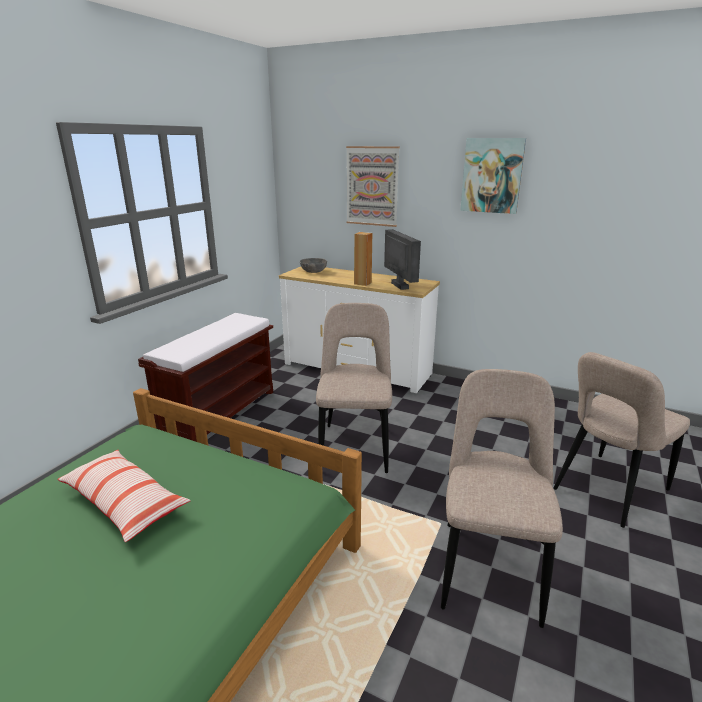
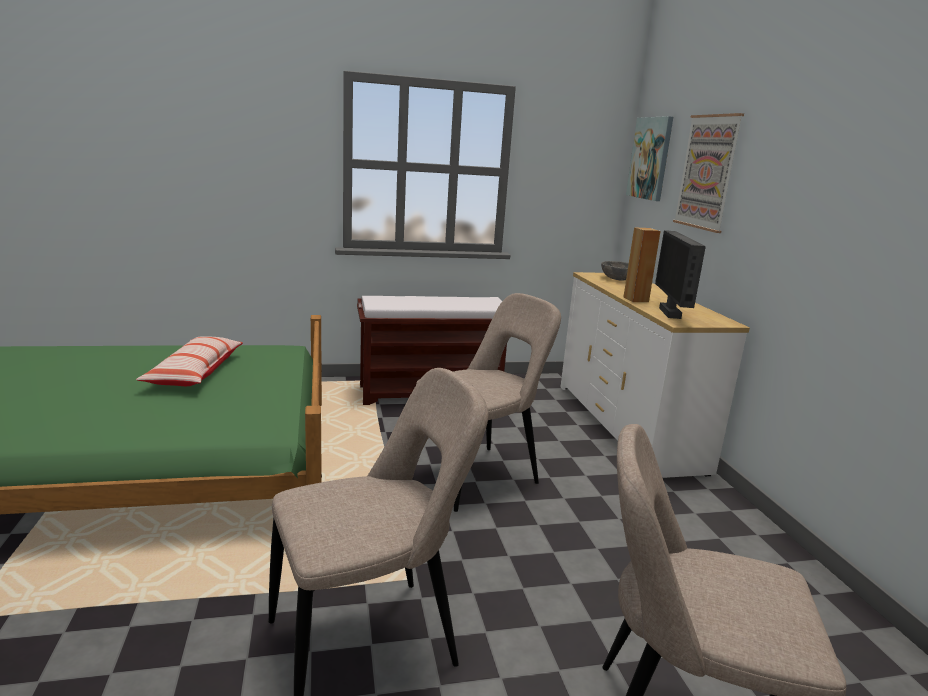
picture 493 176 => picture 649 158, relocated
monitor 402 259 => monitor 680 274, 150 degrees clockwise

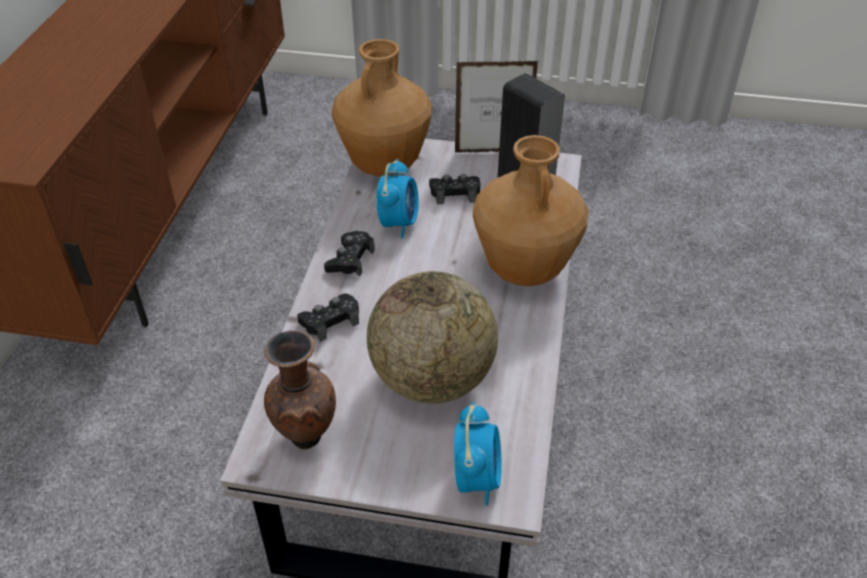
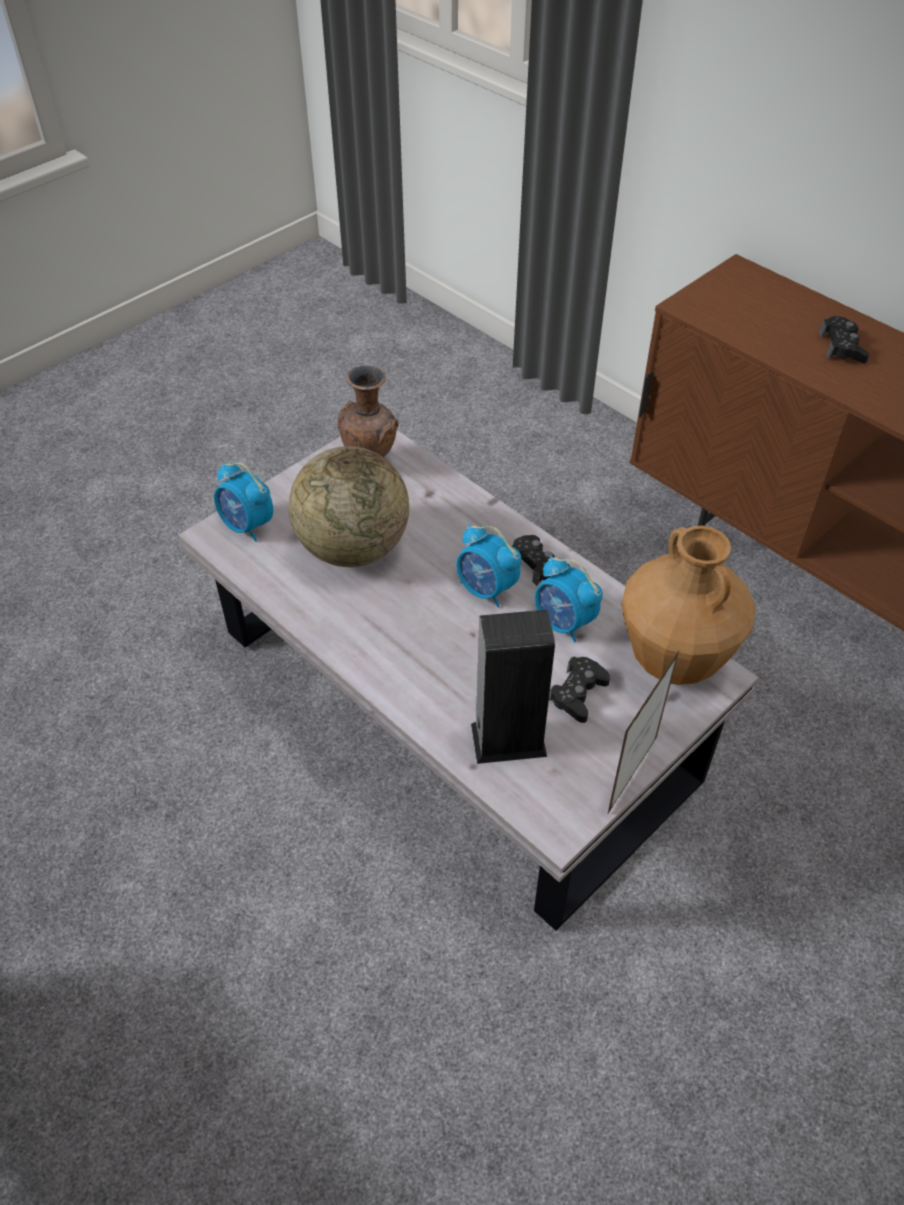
nothing => alarm clock 488 565
game controller (black) 328 317 => game controller (black) 844 339, relocated
vase (brown) 531 210 => nothing

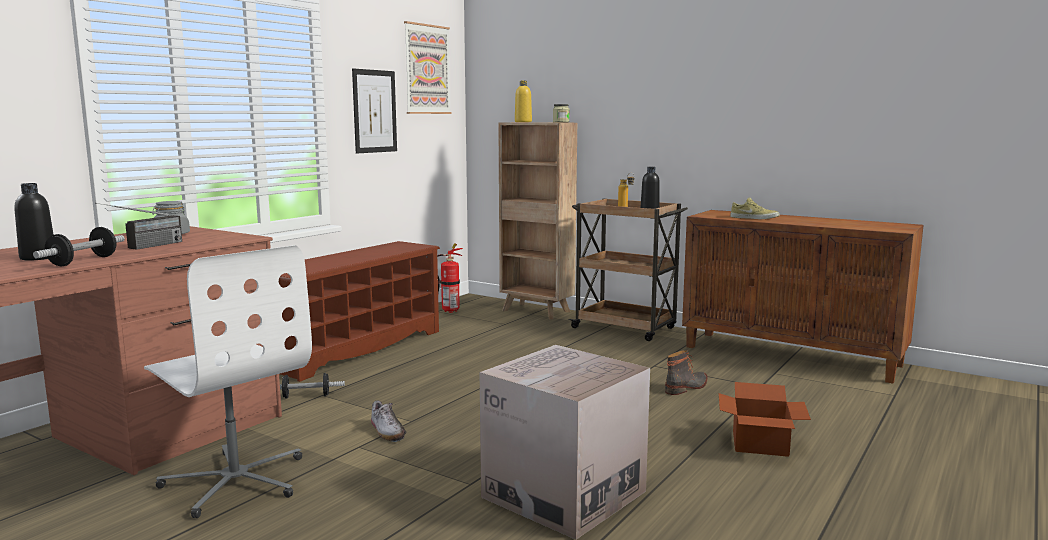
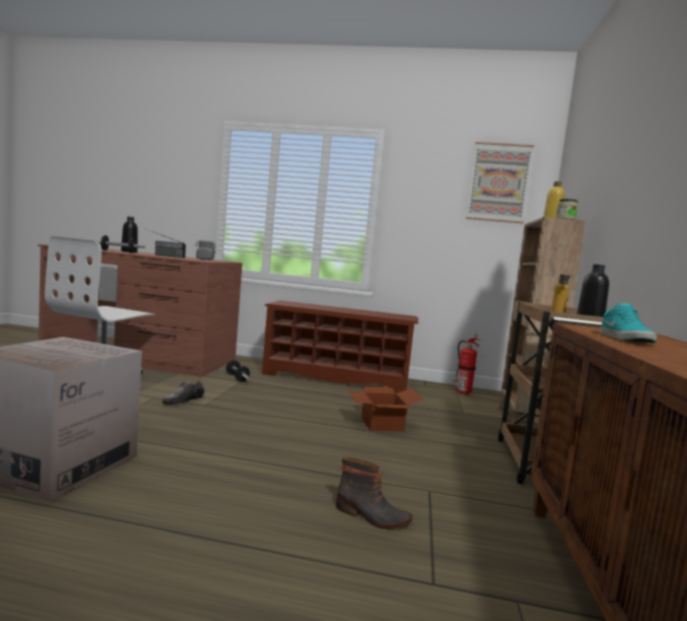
cardboard box 765 419 => cardboard box 385 409, relocated
shoe (beige) 755 208 => shoe (turquoise) 628 323
picture 374 111 => nothing

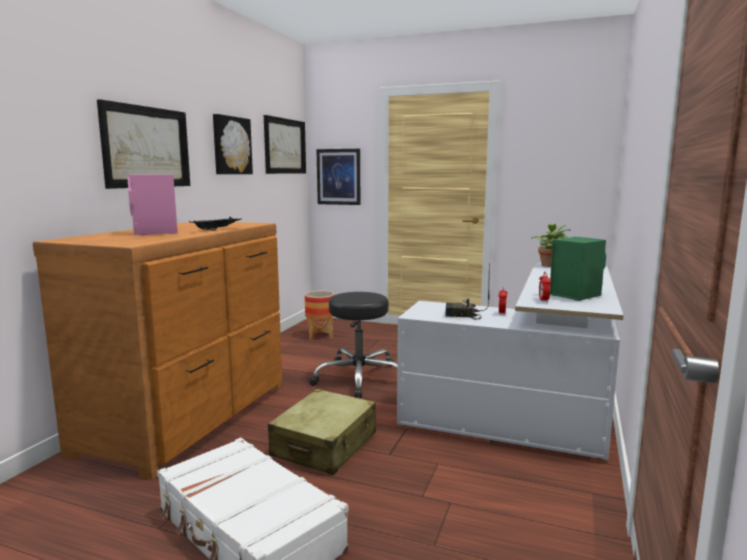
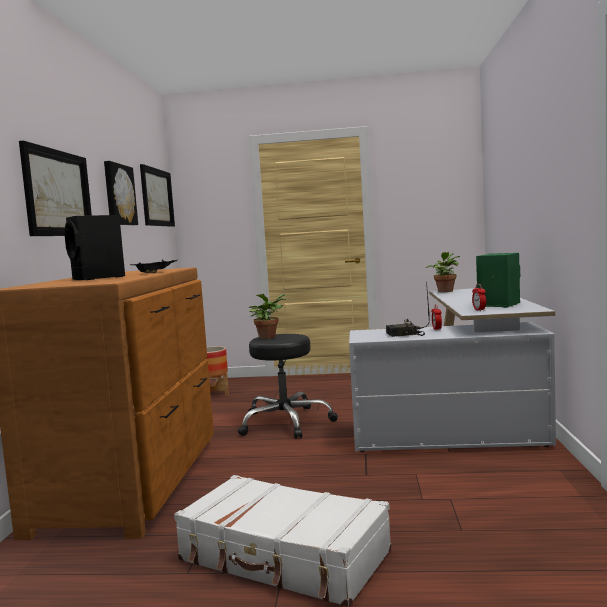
speaker (pink) 153 205 => speaker (black) 95 247
nothing => potted plant 267 316
suitcase (beige) 322 432 => nothing
picture 338 177 => nothing

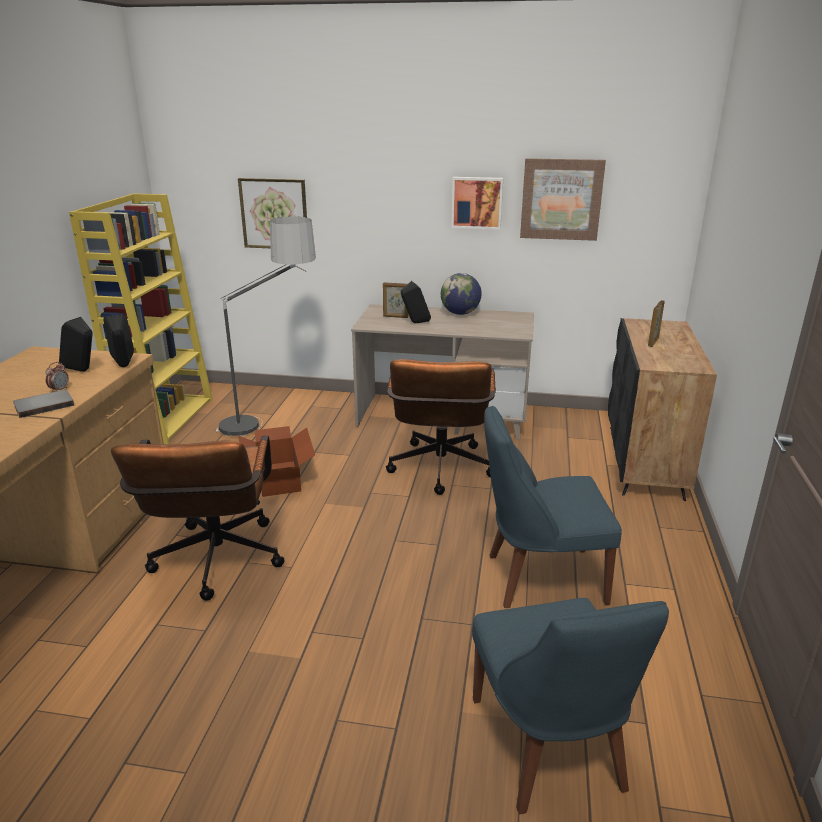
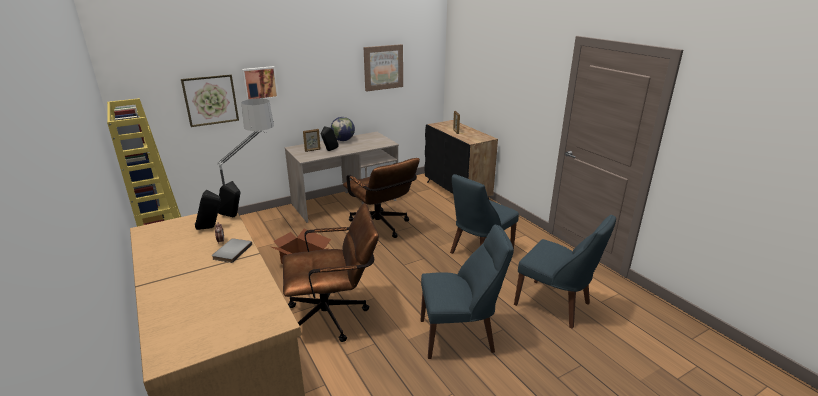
picture 477 203 => picture 260 83, relocated
office chair (brown) 198 518 => office chair (brown) 331 272, 60 degrees counterclockwise
nothing => chair (blue) 467 292

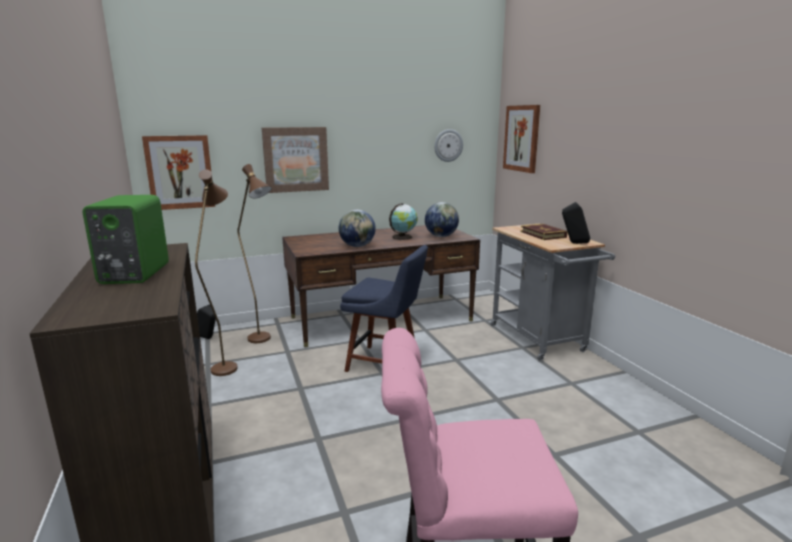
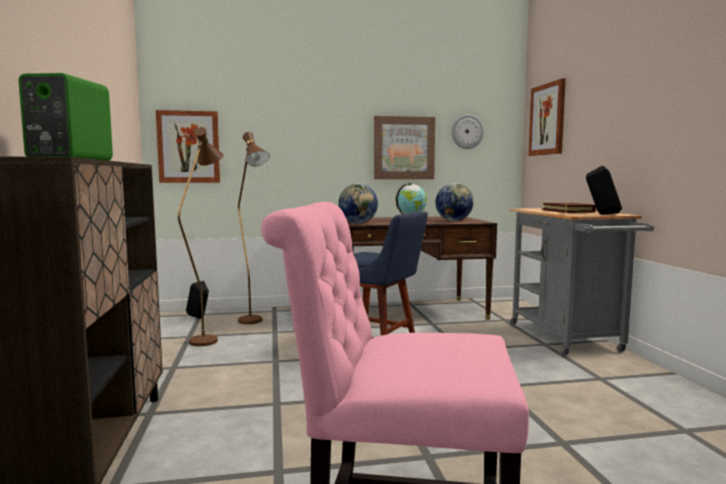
picture 295 160 => picture 404 147, relocated

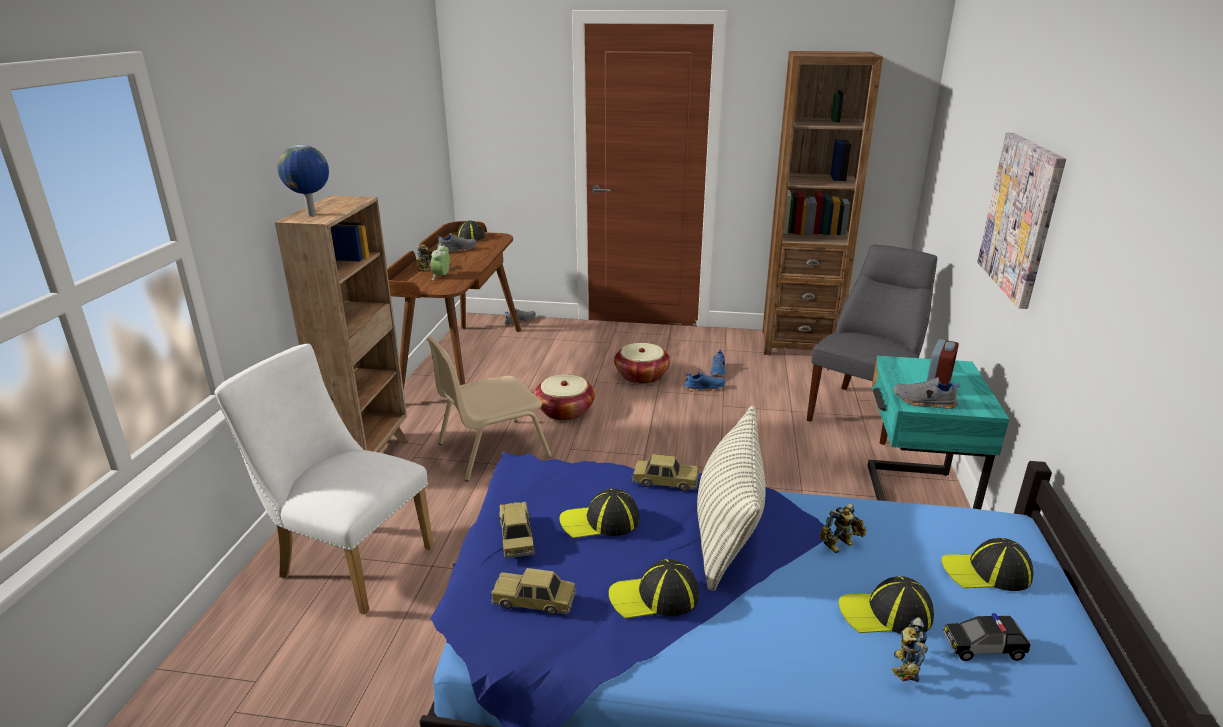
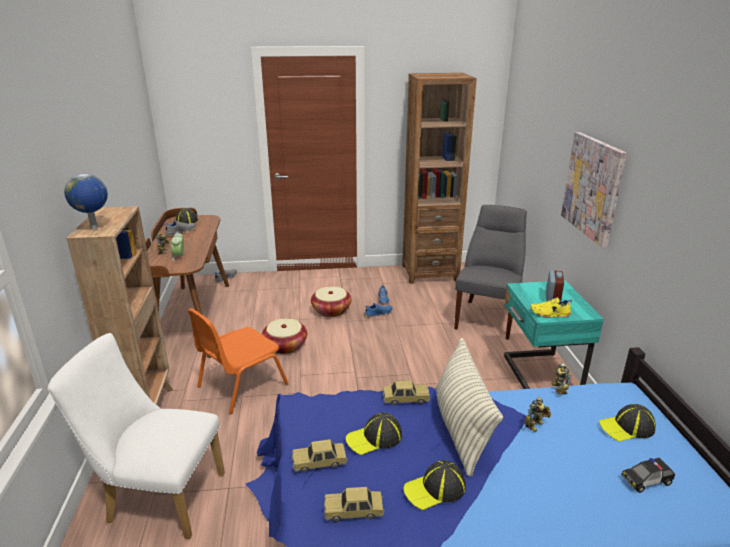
chair (beige) 489 408 => chair (orange) 238 361
toy car 516 530 => toy car 320 455, 75 degrees counterclockwise
shoe (grey) 927 393 => shoe (yellow) 551 307
toy robot 910 649 => toy robot 561 378, relocated
cap 886 605 => nothing

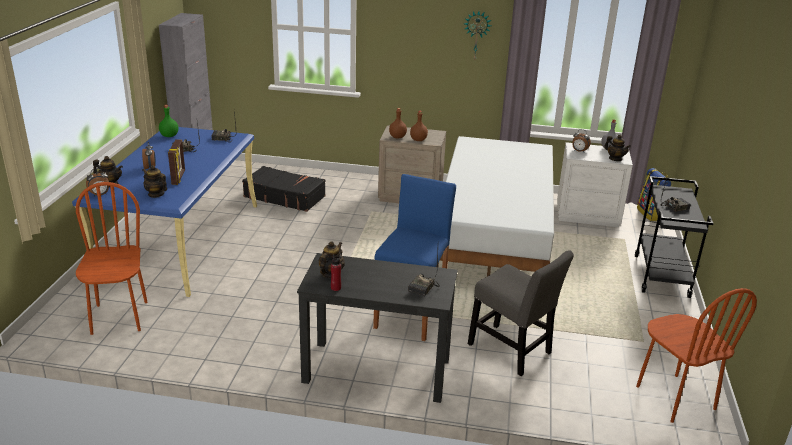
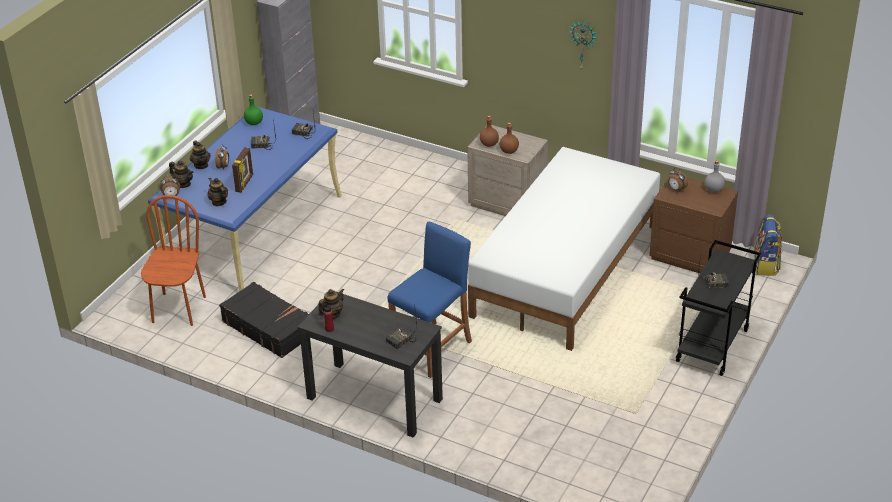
teapot 617 148 => teapot 200 154, relocated
suitcase (black) 284 189 => suitcase (black) 264 320, relocated
nightstand (white) 595 184 => nightstand (brown) 693 224
chair (grey) 521 313 => nothing
chair (brown) 696 355 => nothing

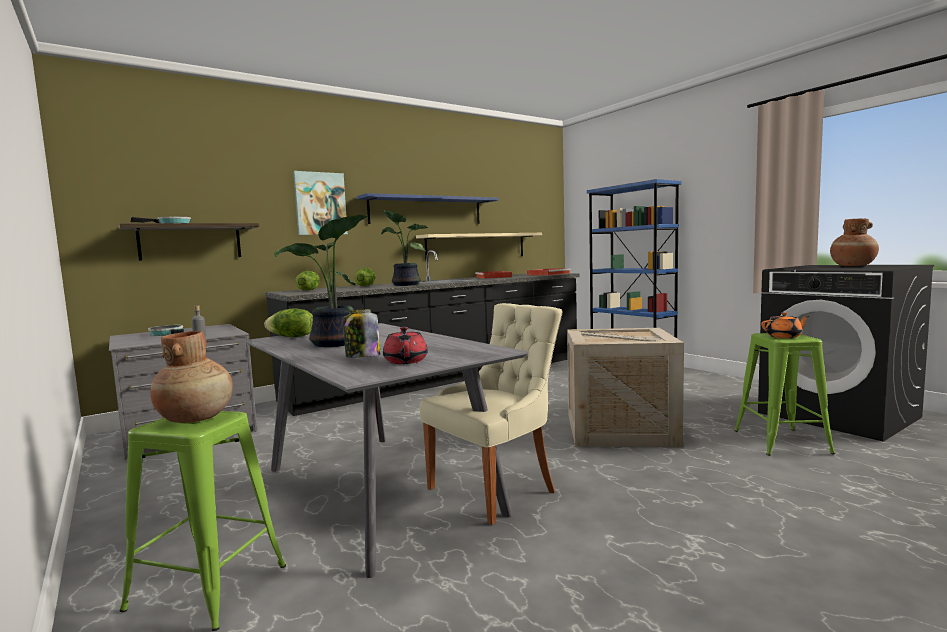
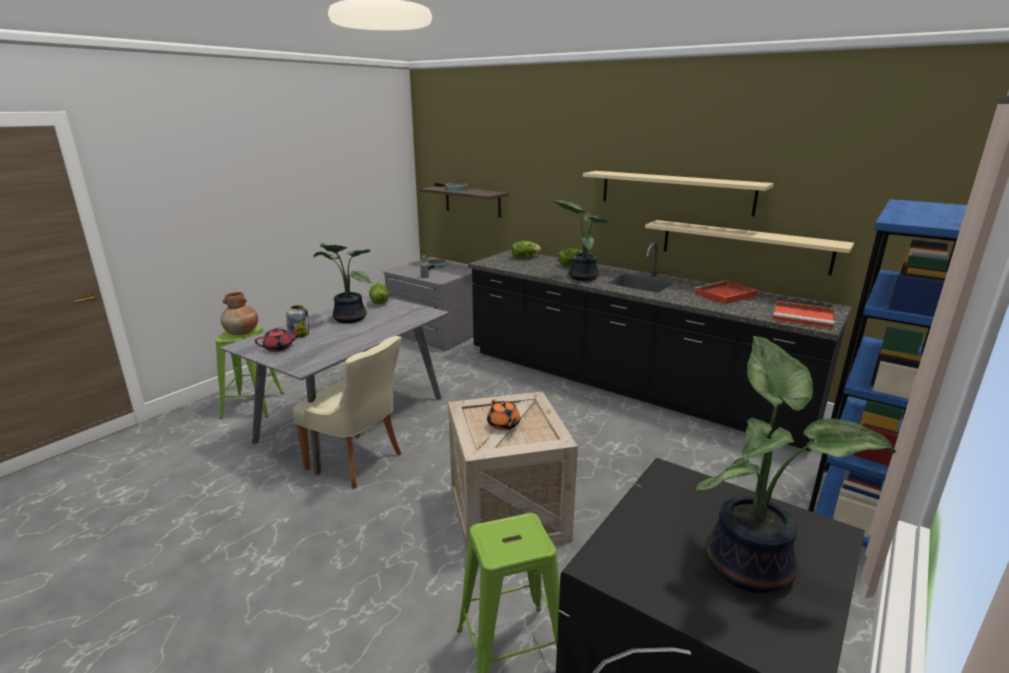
teapot (orange) 785 325 => teapot (orange) 503 414, relocated
shelf (blue) 428 208 => shelf (beige) 678 193
vase (brown) 854 242 => potted plant 796 464
picture 320 203 => nothing

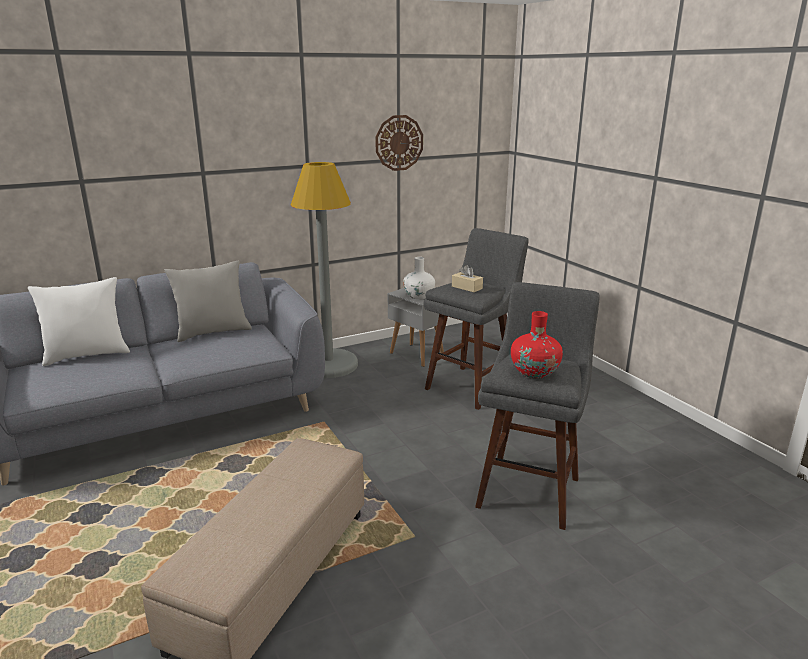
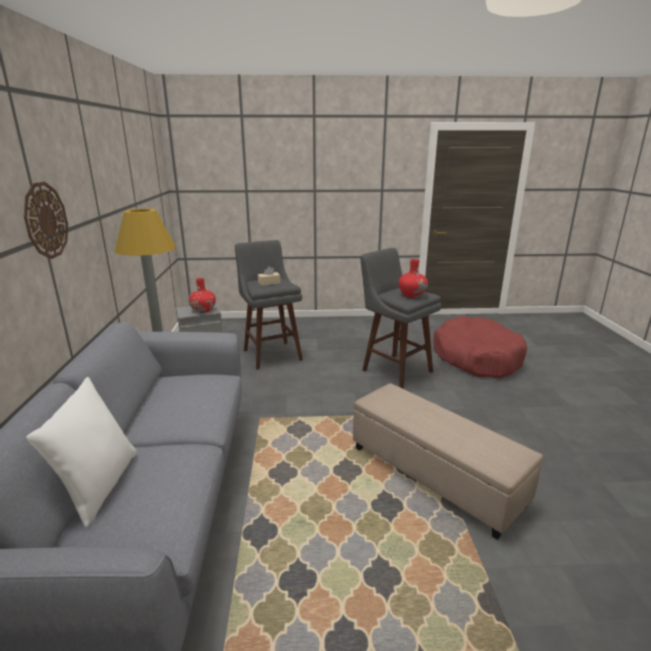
wall clock 399 143 => wall clock 46 220, relocated
vase (white) 419 278 => vase (red) 202 295
nothing => dog bed (red) 480 347
pillow (grey) 208 301 => nothing

